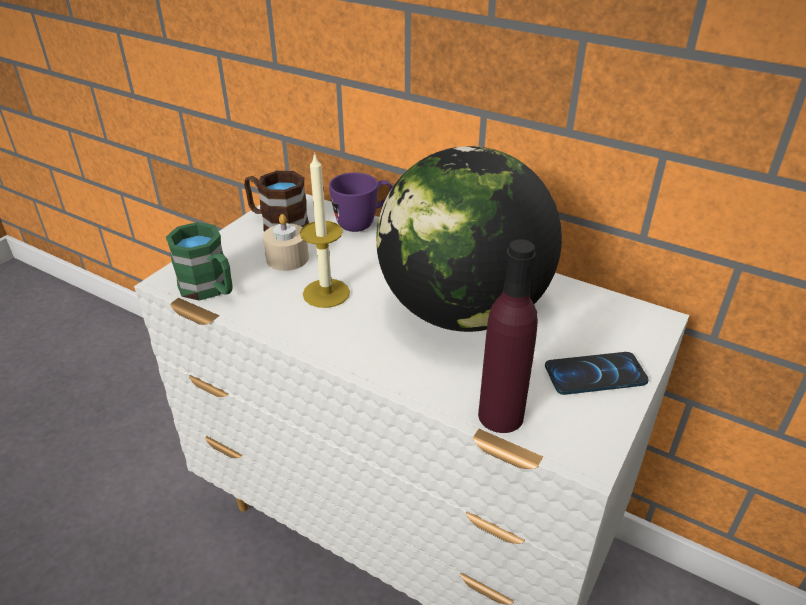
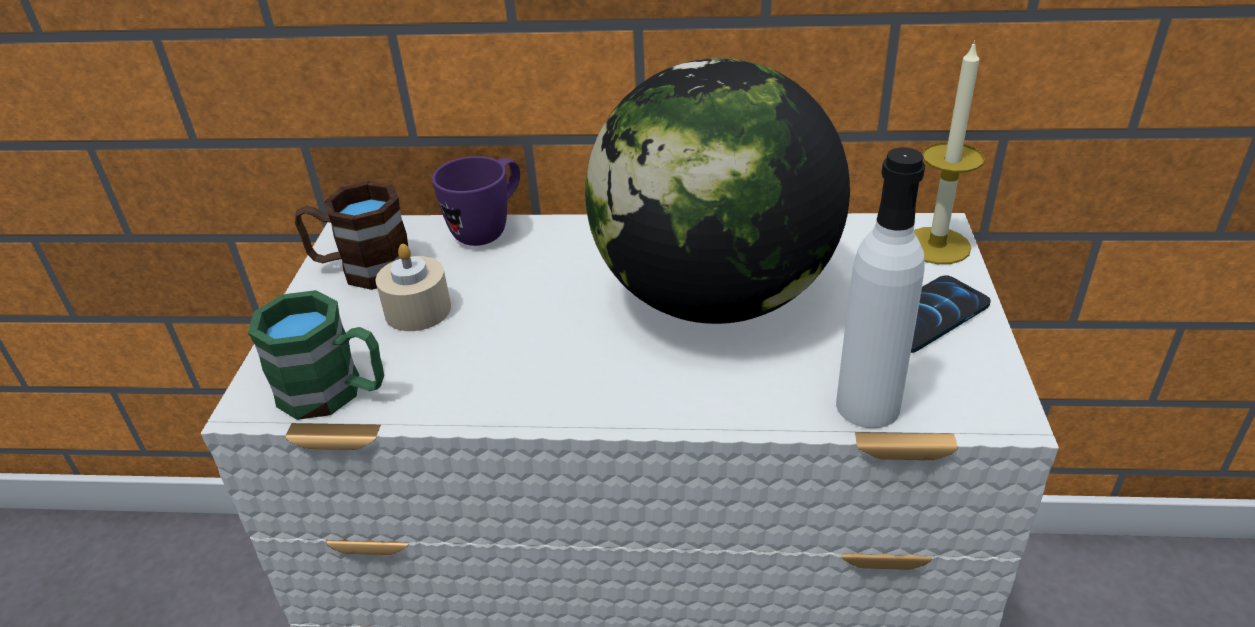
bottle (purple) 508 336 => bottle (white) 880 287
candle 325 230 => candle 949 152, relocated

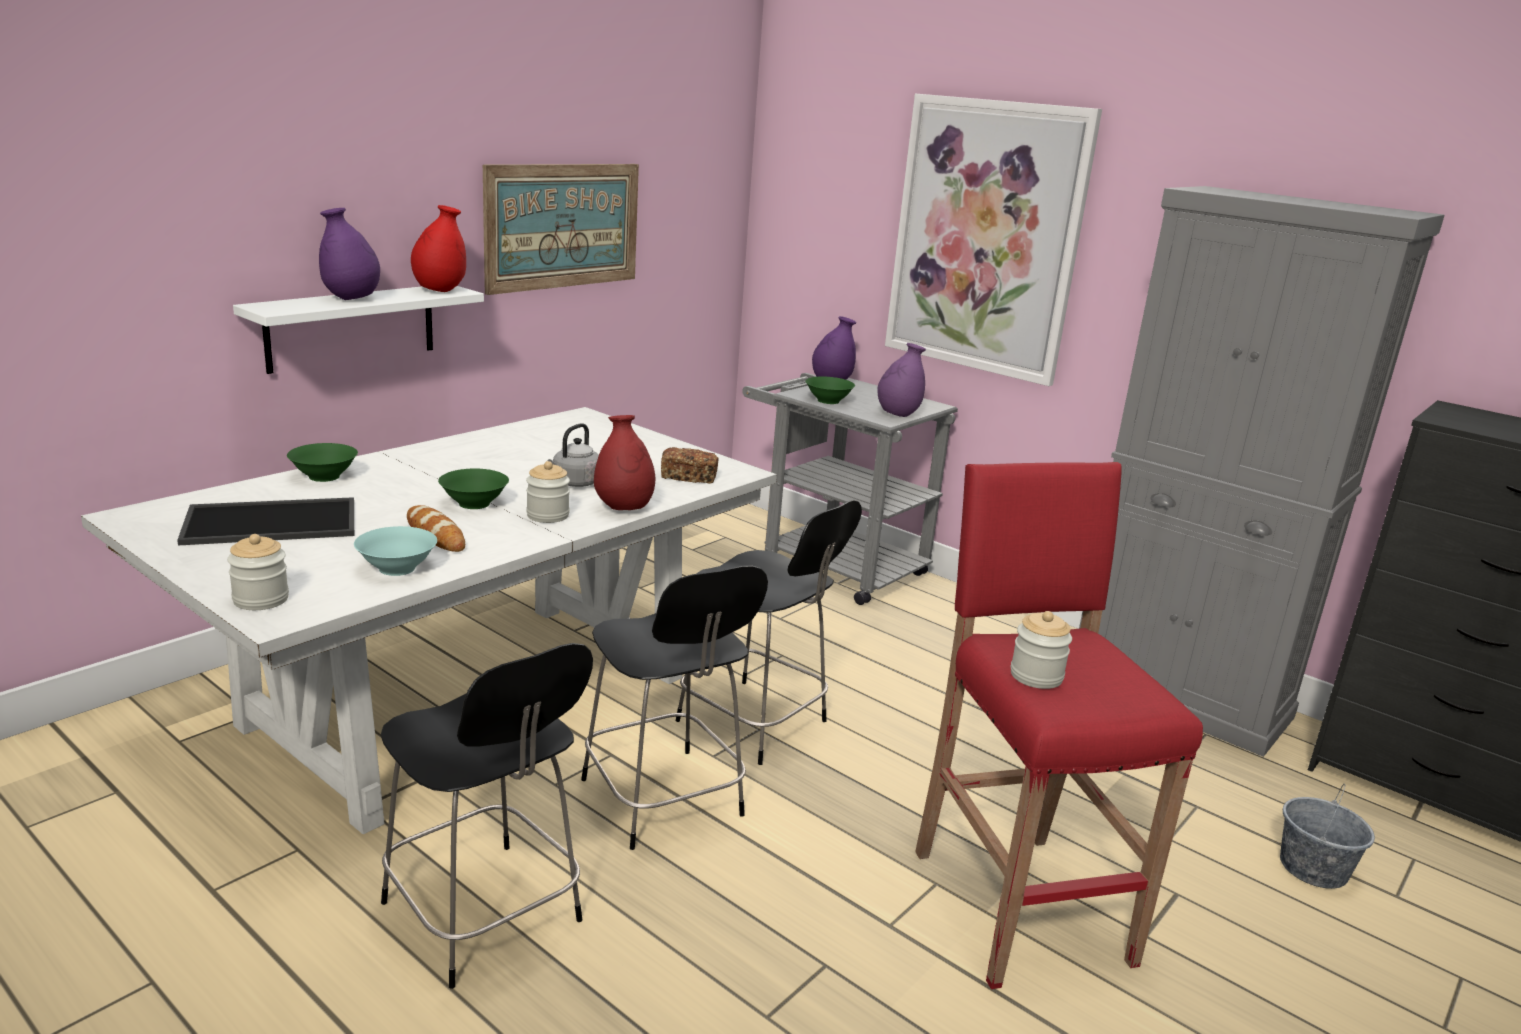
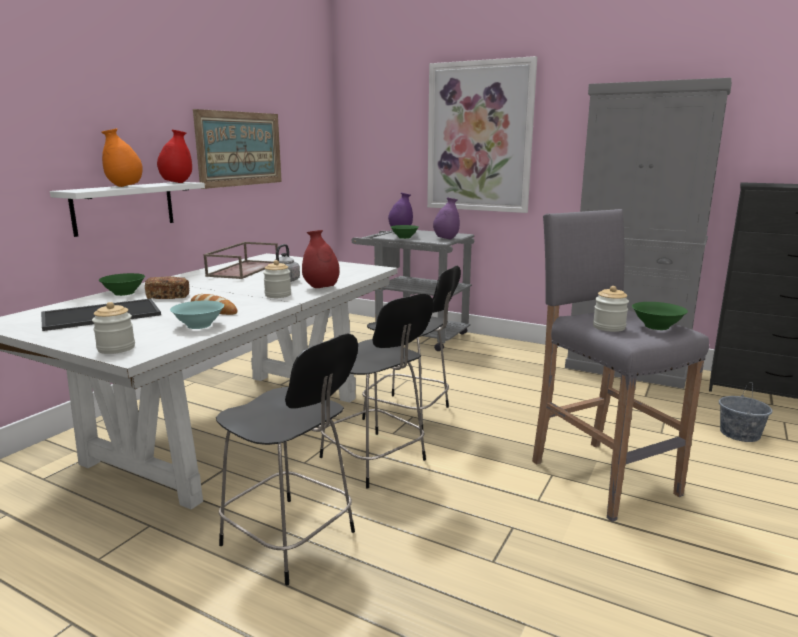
vase (purple) 349 254 => vase (orange) 122 157
bread 690 465 => bread 167 287, relocated
nothing => tray (brown) 240 260
stool (red) 1059 725 => stool (grey) 620 365
bowl (green) 473 489 => bowl (green) 660 316, relocated

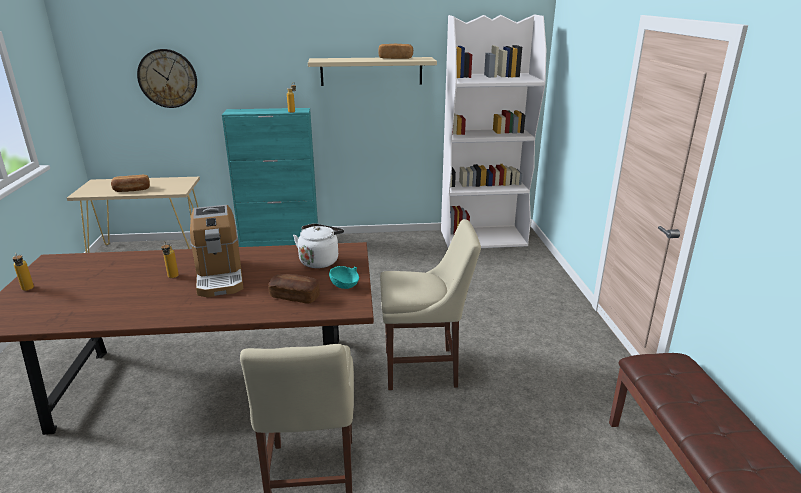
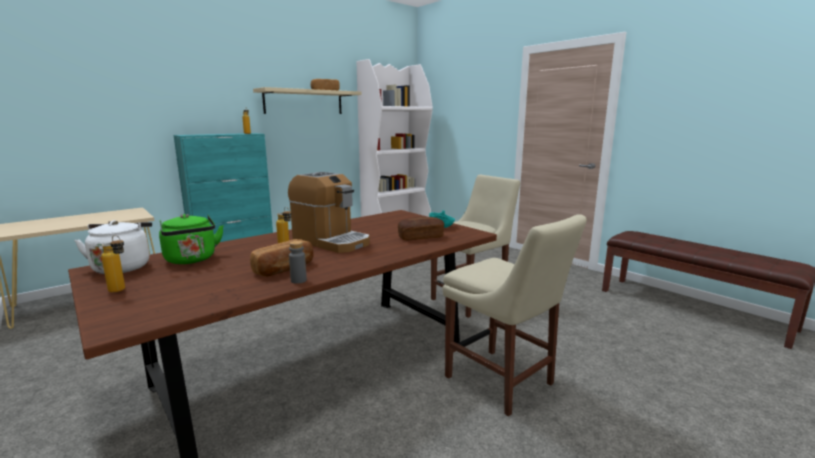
kettle (white) 318 245 => kettle (white) 113 247, relocated
nothing => kettle (green) 191 239
bread 130 183 => bread 282 258, relocated
nothing => bottle (grey) 298 262
wall clock 167 78 => nothing

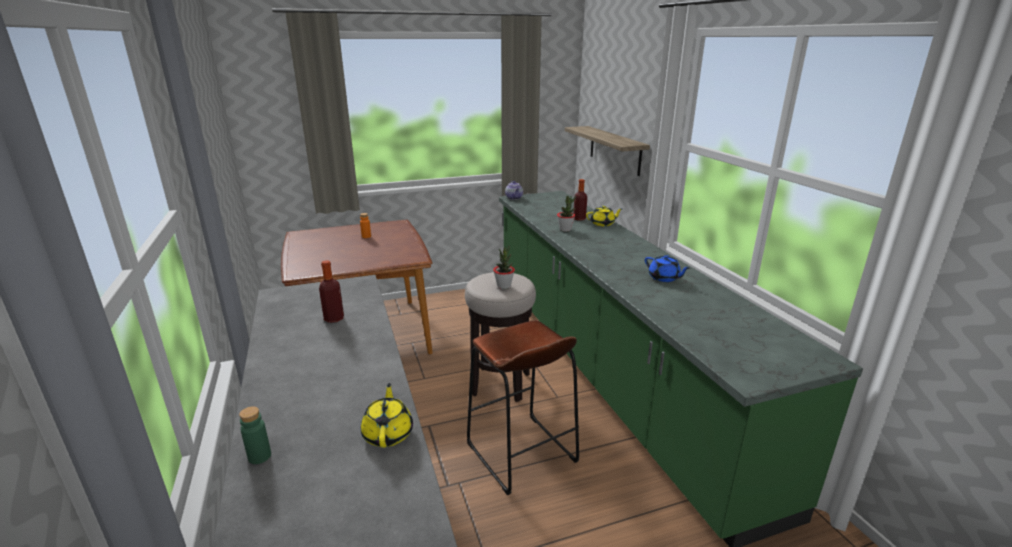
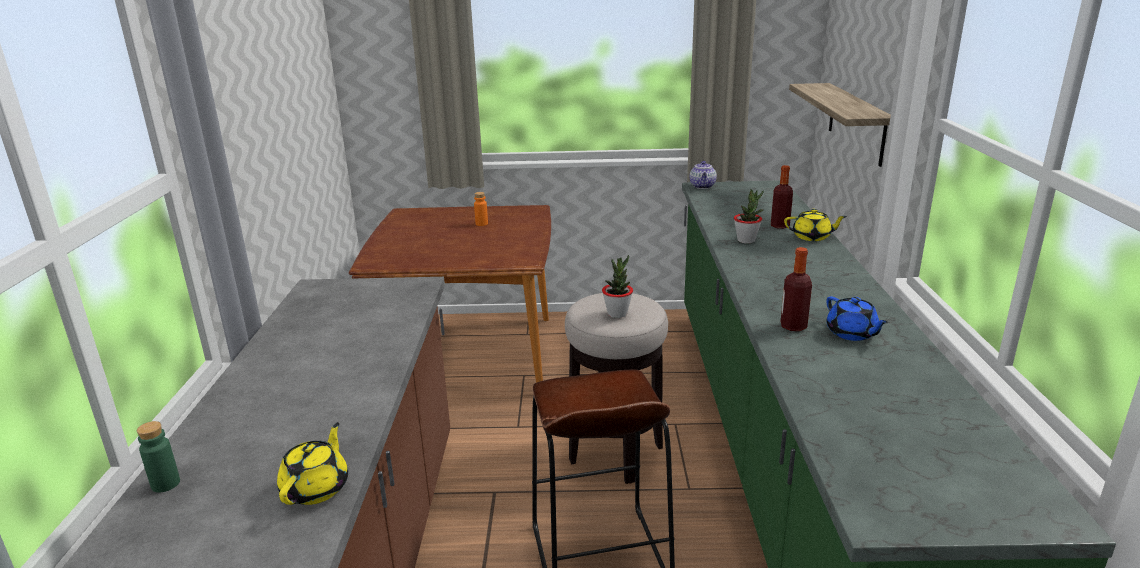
bottle 331 291 => bottle 796 289, relocated

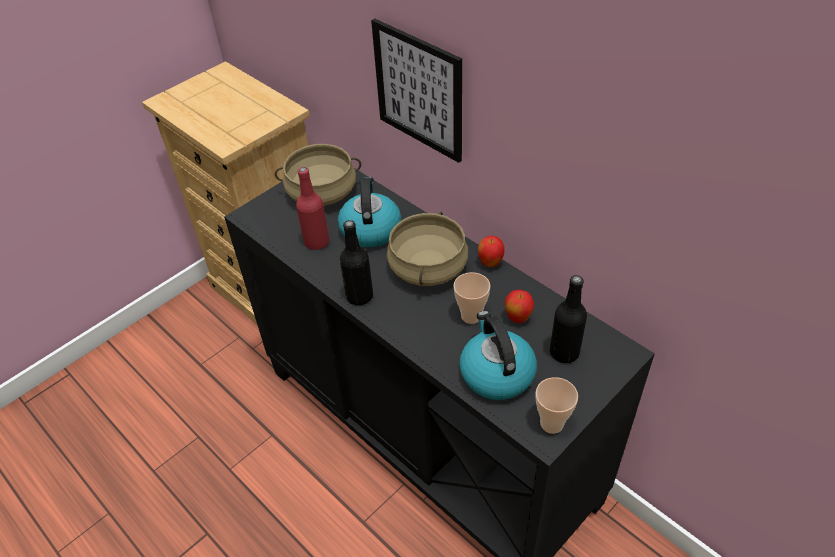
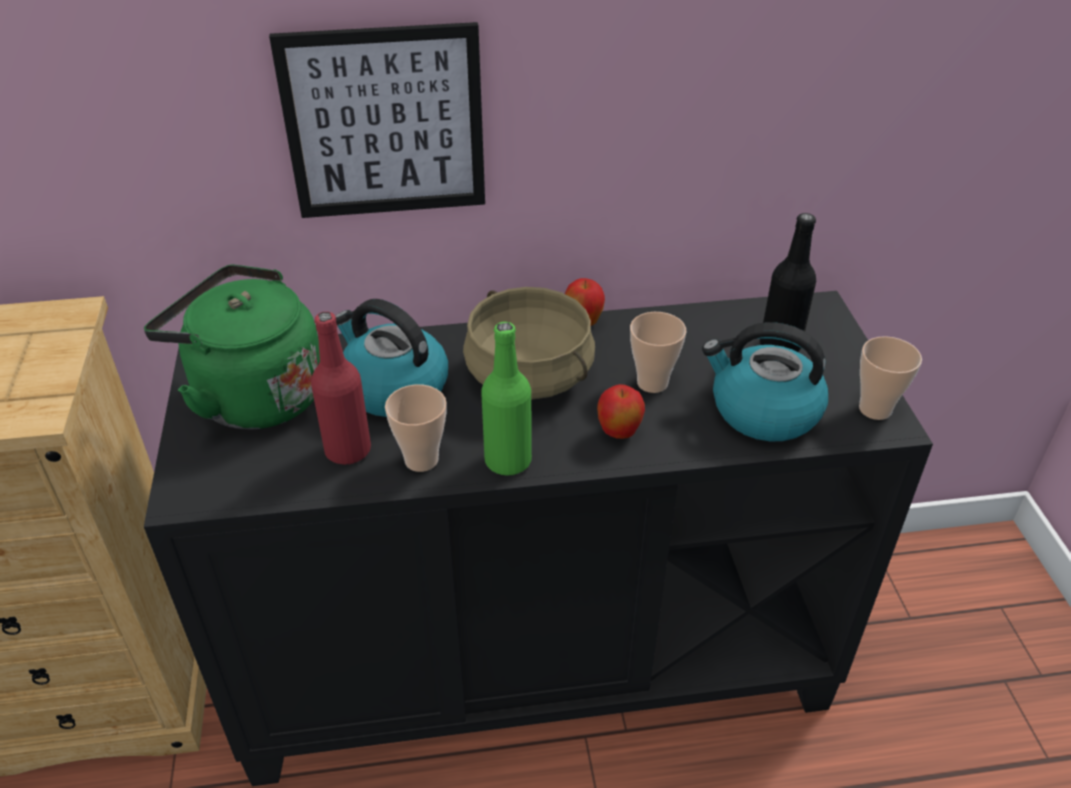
cooking pot (beige) 318 175 => kettle (green) 232 346
nothing => cup 416 428
bottle (black) 356 262 => bottle (green) 506 398
apple 519 306 => apple 621 411, relocated

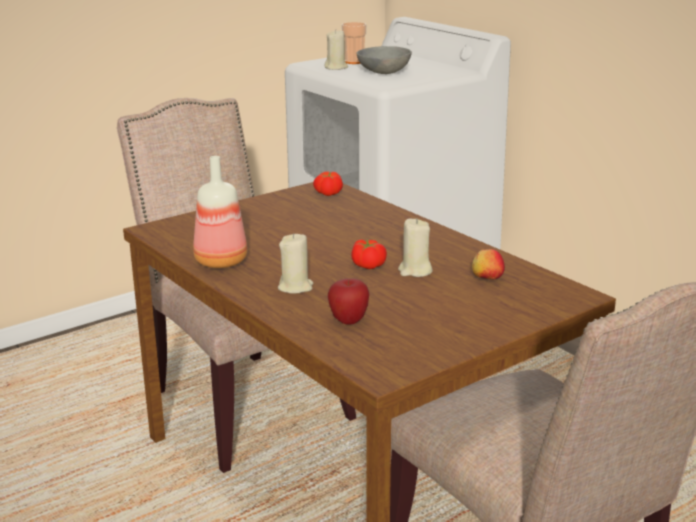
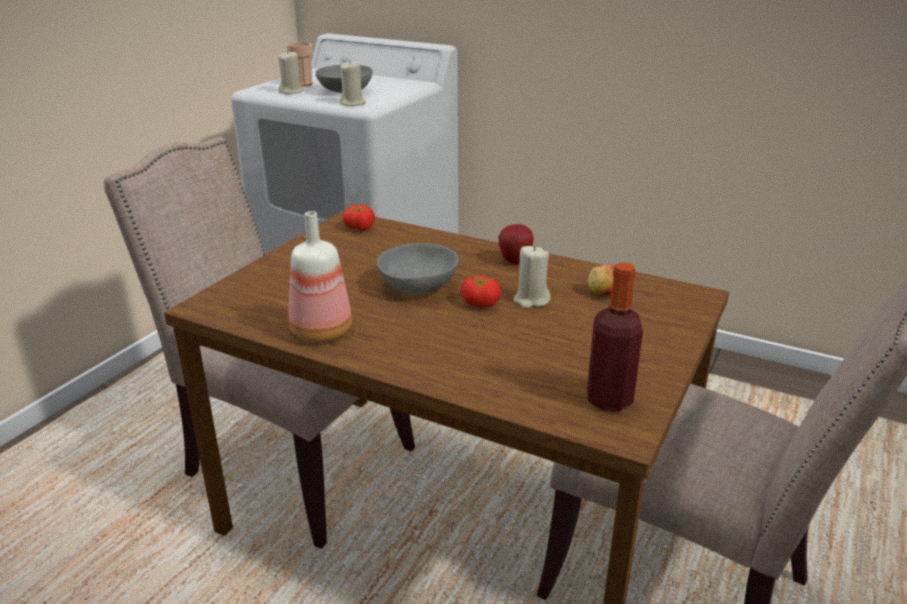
candle (beige) 295 263 => candle (beige) 353 83, relocated
nothing => bowl (grey) 418 268
apple 348 301 => apple 516 244, relocated
nothing => bottle 615 336

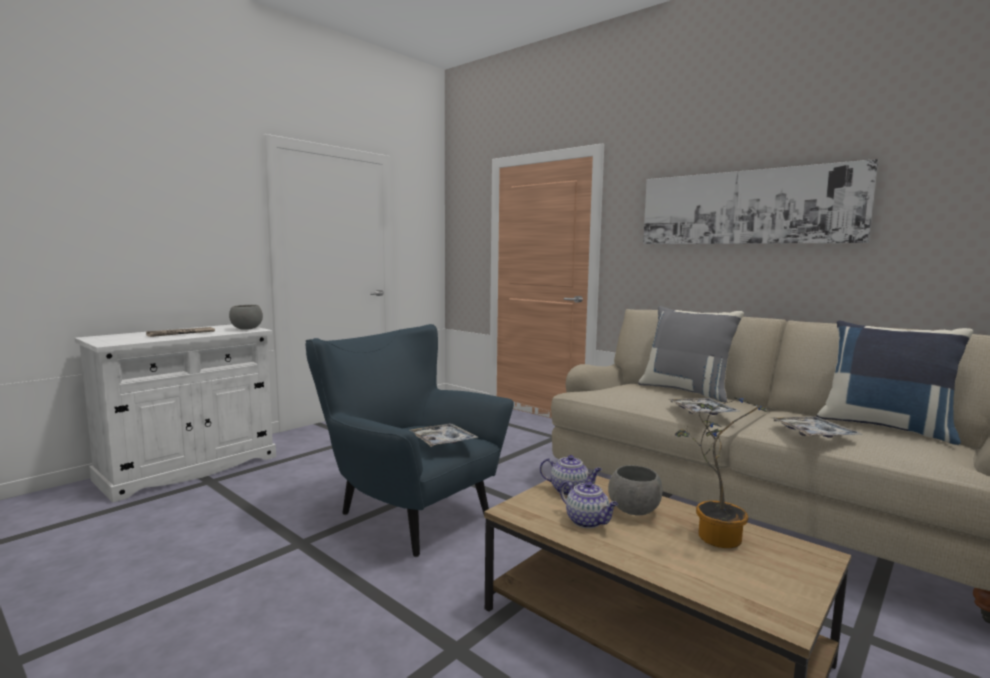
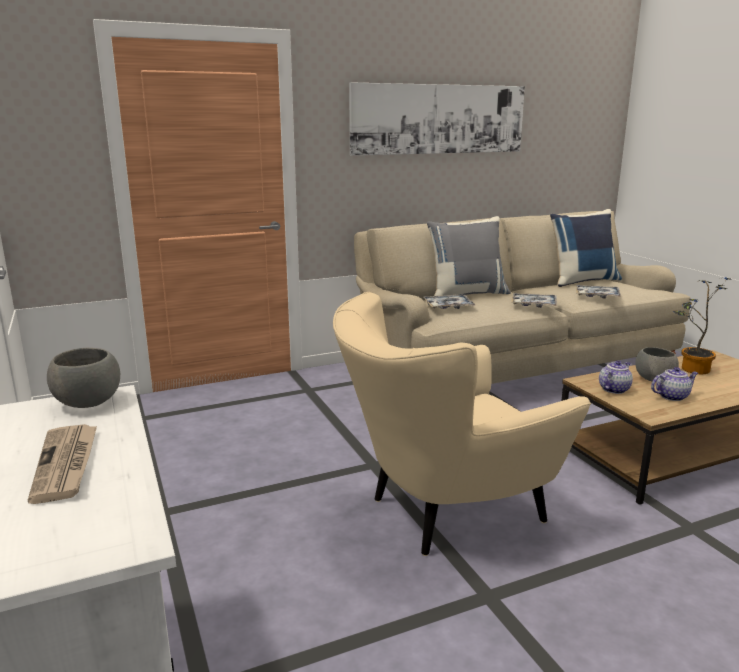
armchair (blue) 410 440 => armchair (beige) 462 424
tray 444 435 => tray 449 301, relocated

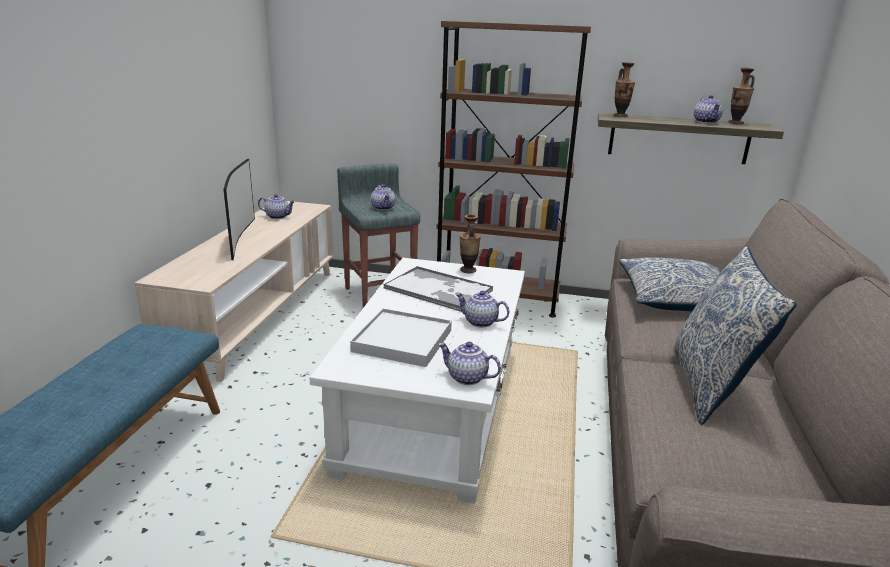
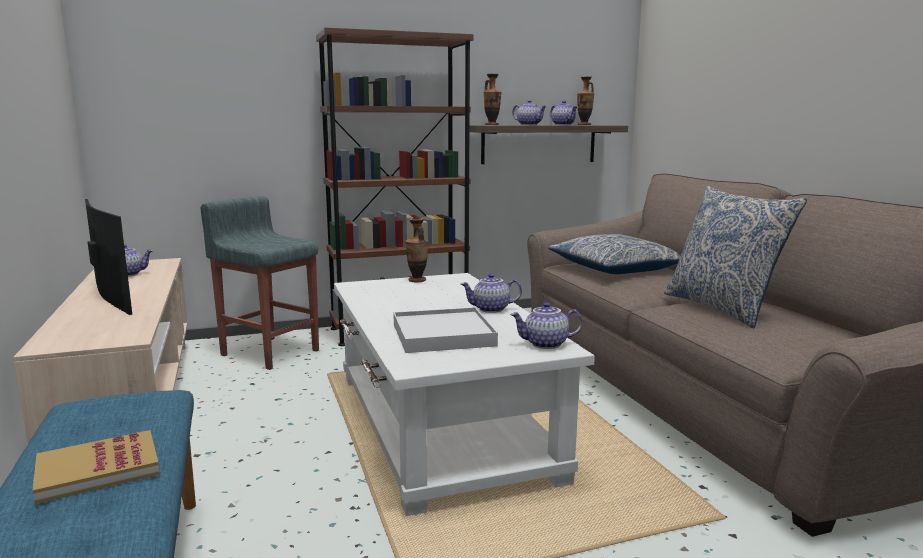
nothing => book 96 467
teapot 383 197 => teapot 529 112, relocated
tray 438 289 => nothing

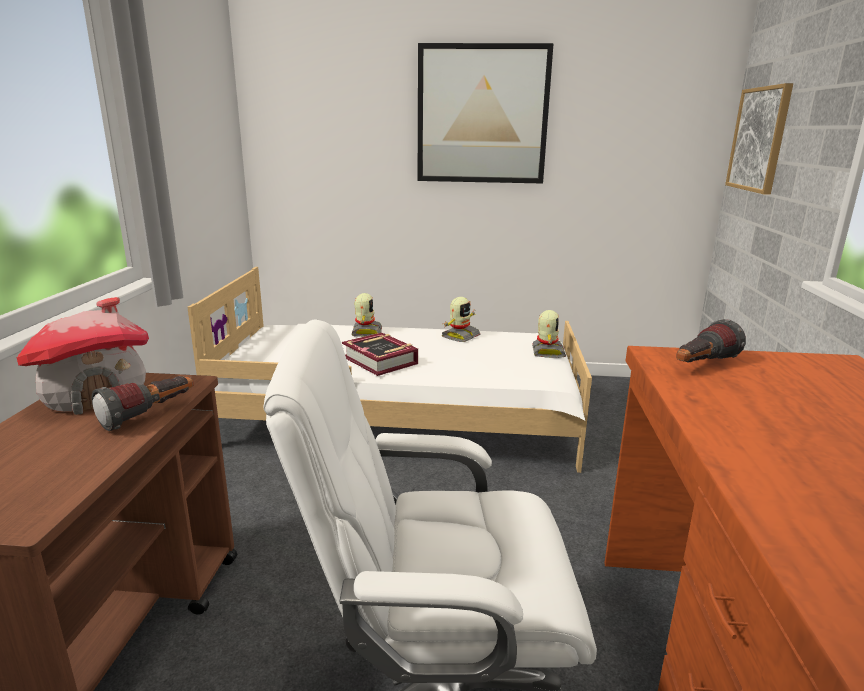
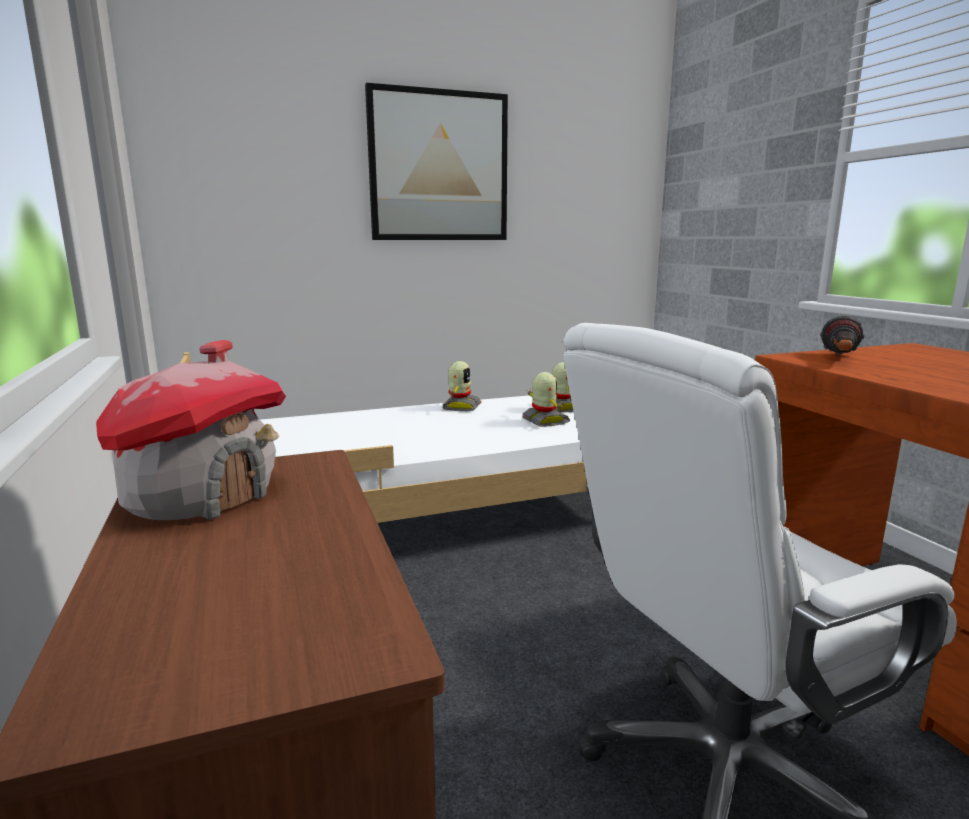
toy robot 367 315 => toy robot 546 399, relocated
flashlight 143 403 => nothing
book 380 354 => nothing
picture 759 139 => nothing

